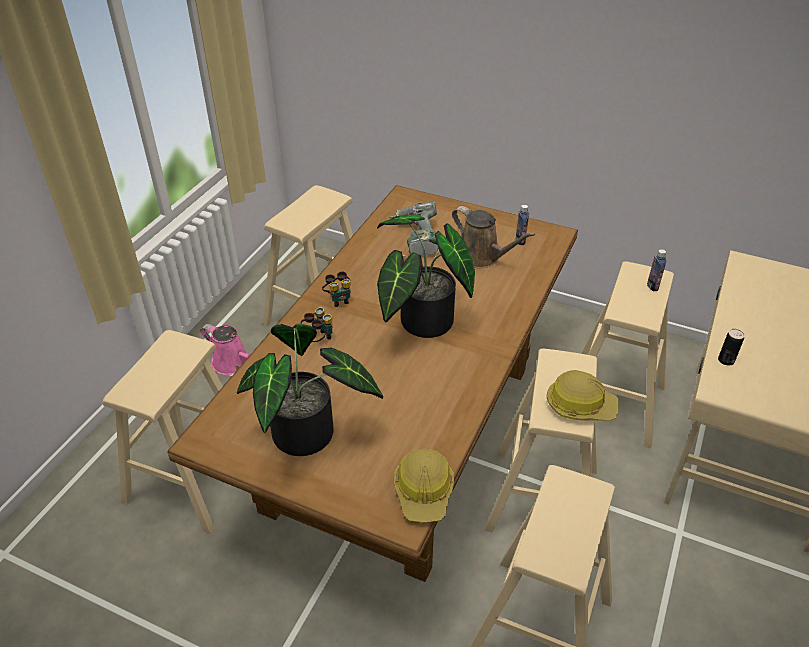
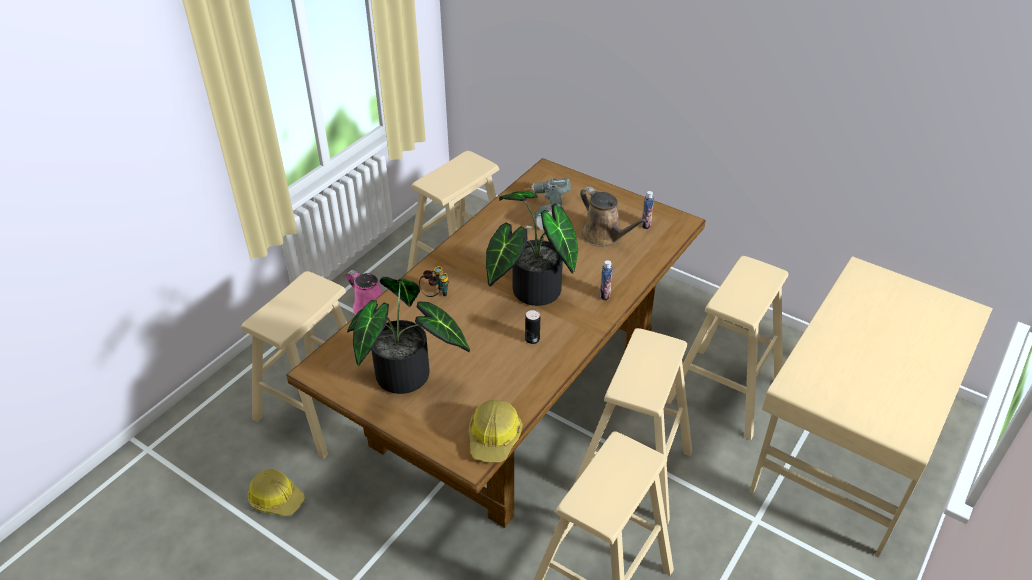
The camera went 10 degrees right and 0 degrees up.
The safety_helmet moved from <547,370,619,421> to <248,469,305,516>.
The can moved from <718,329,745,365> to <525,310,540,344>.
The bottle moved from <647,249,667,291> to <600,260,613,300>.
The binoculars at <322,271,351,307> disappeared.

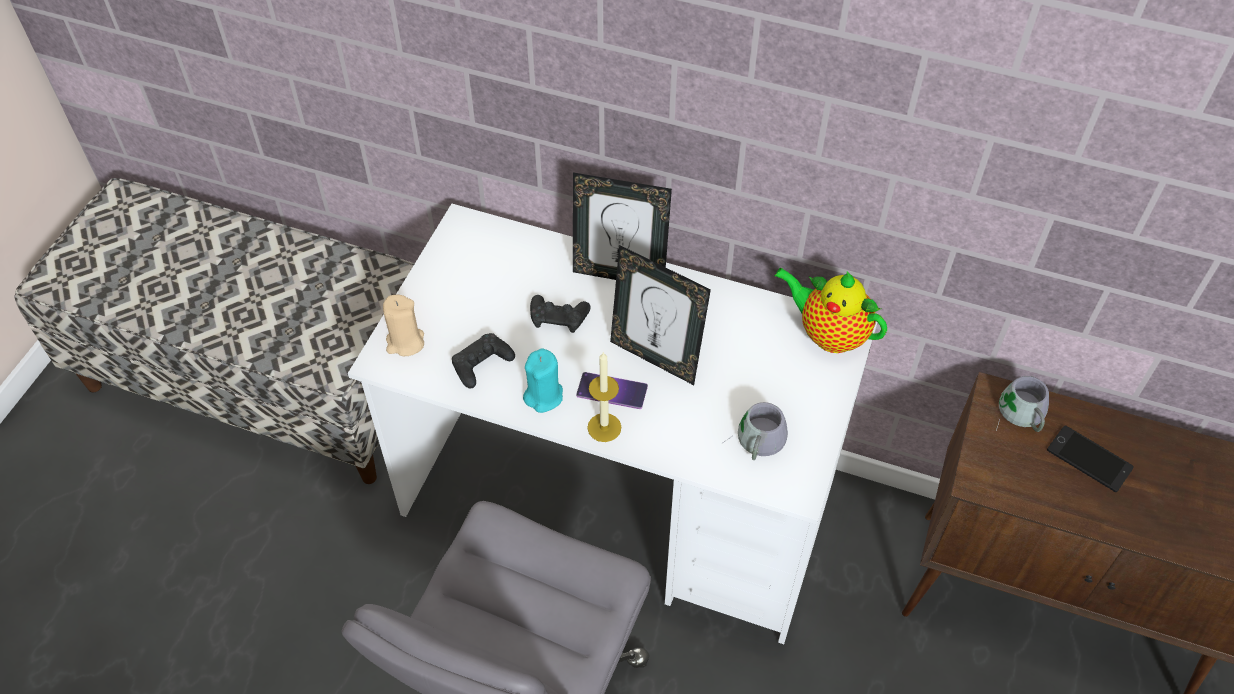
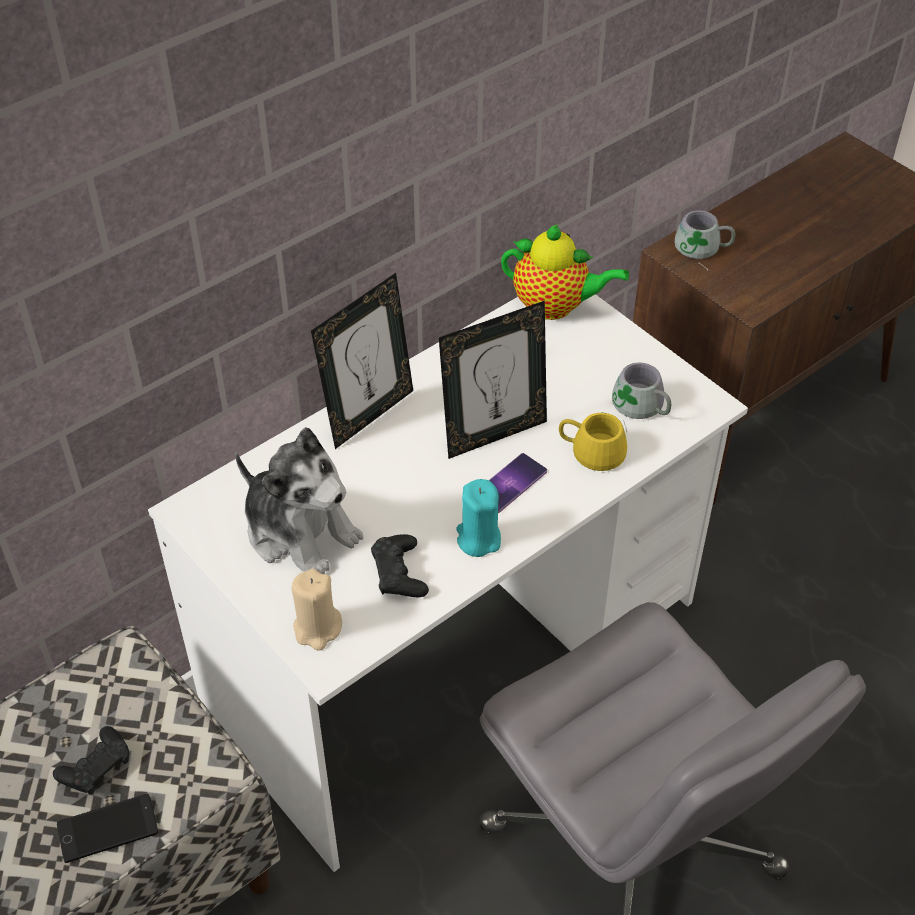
The camera went 60 degrees left and 5 degrees down.
The black_gamepad moved from <530,295,590,333> to <53,726,129,794>.
The telephone moved from <1047,425,1134,492> to <57,794,158,863>.
The soft_toy at <235,427,363,574> appeared.
The tea_pot at <774,267,887,353> turned 135 degrees counterclockwise.
The yellowish_mug at <559,413,627,471> appeared.
The wax_candle at <587,351,621,442> disappeared.

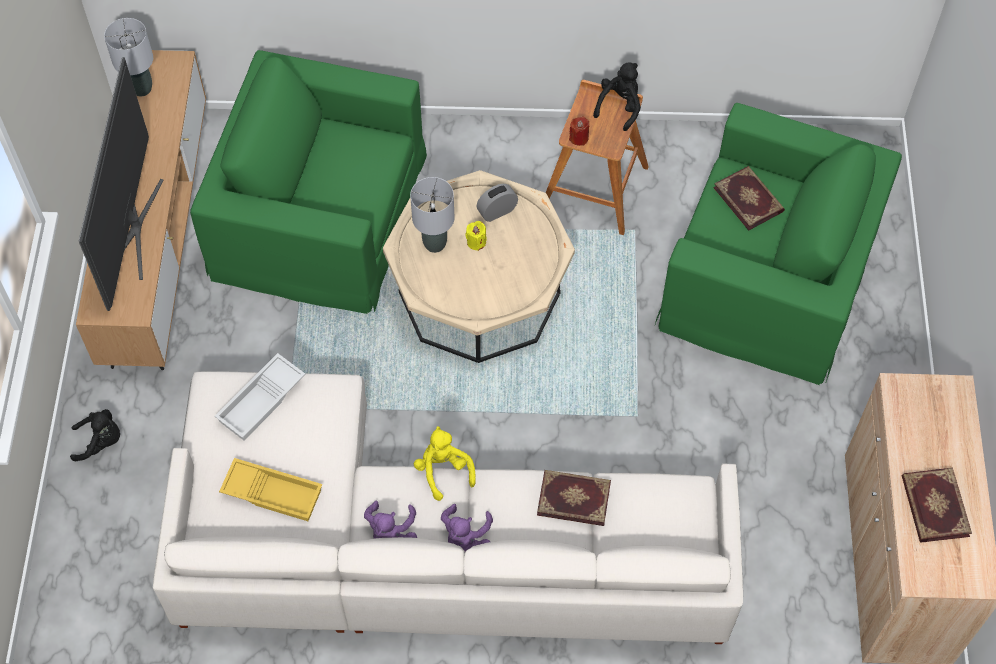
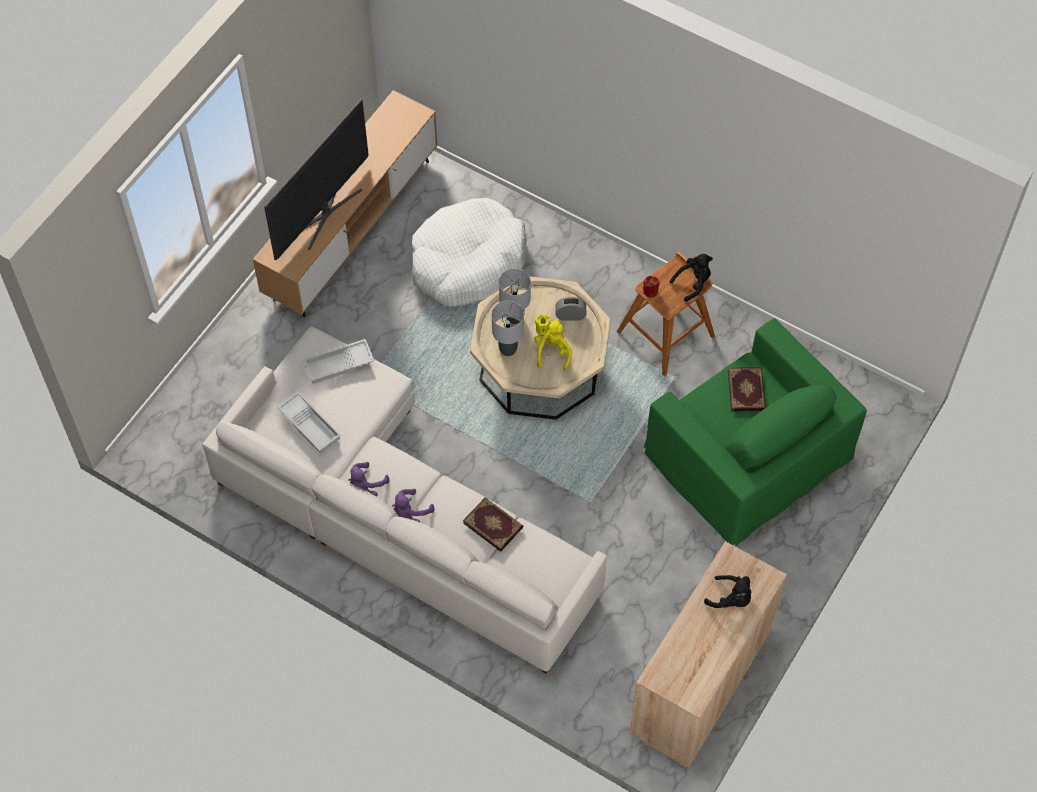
The camera went 30 degrees right and 0 degrees up.
The yellowish_carrying_tray at <219,458,322,521> became the whitish_carrying_tray at <277,391,341,454>.
The greenish_armchair at <190,50,427,314> was replaced by the whitish_dog_cushion at <412,198,527,307>.
The greyish_tabletop_lamp moved from <104,18,153,96> to <492,301,524,356>.
The yellowish_soft_toy moved from <414,426,476,501> to <534,319,572,371>.
The black_soft_toy moved from <70,409,120,461> to <704,575,752,608>.
The bound_book at <901,467,972,543> disappeared.

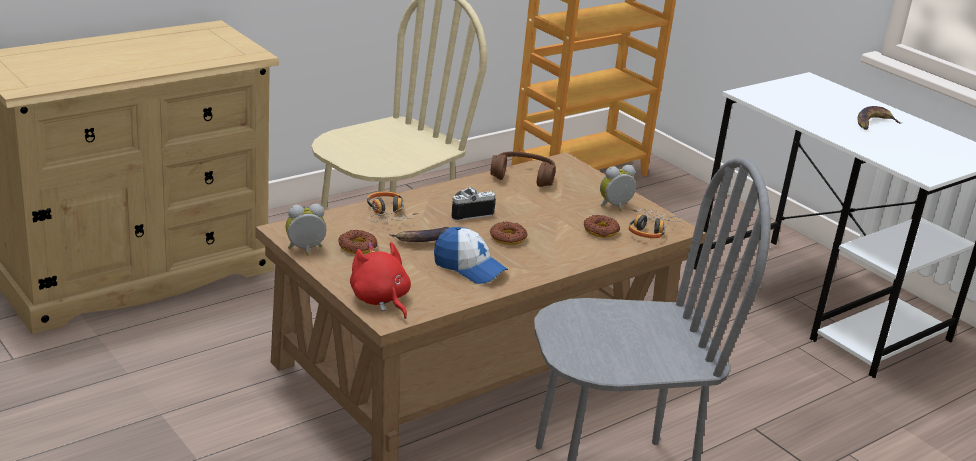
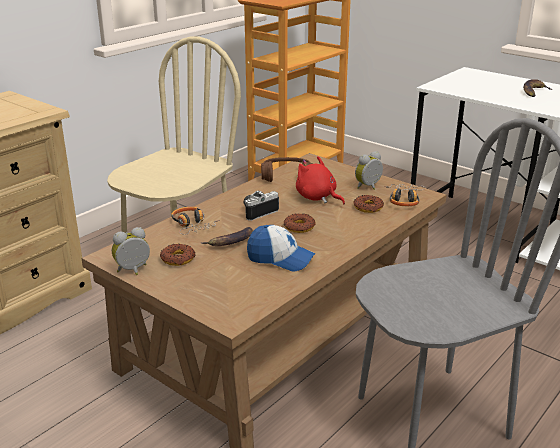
The camera went 10 degrees left and 0 degrees up.
The red_soft_toy moved from <350,242,411,319> to <296,156,345,205>.

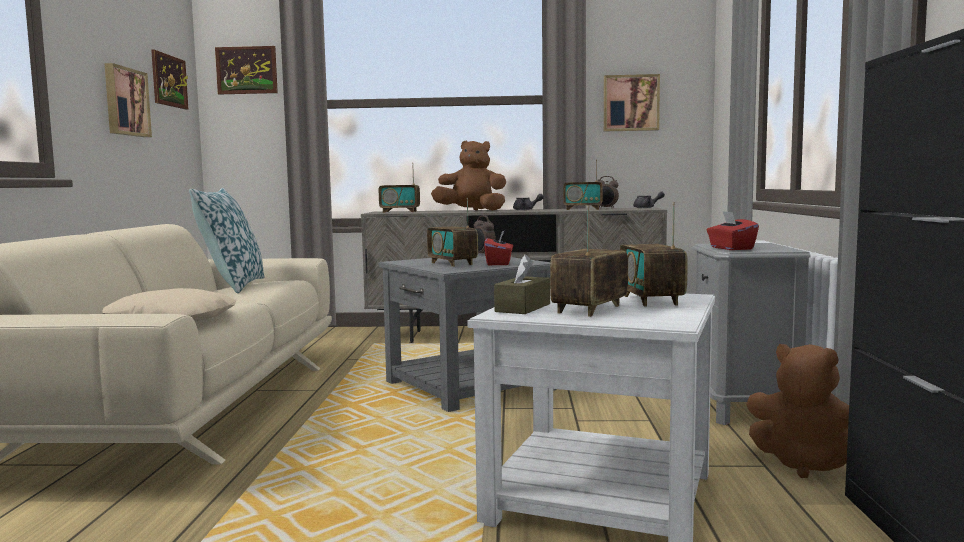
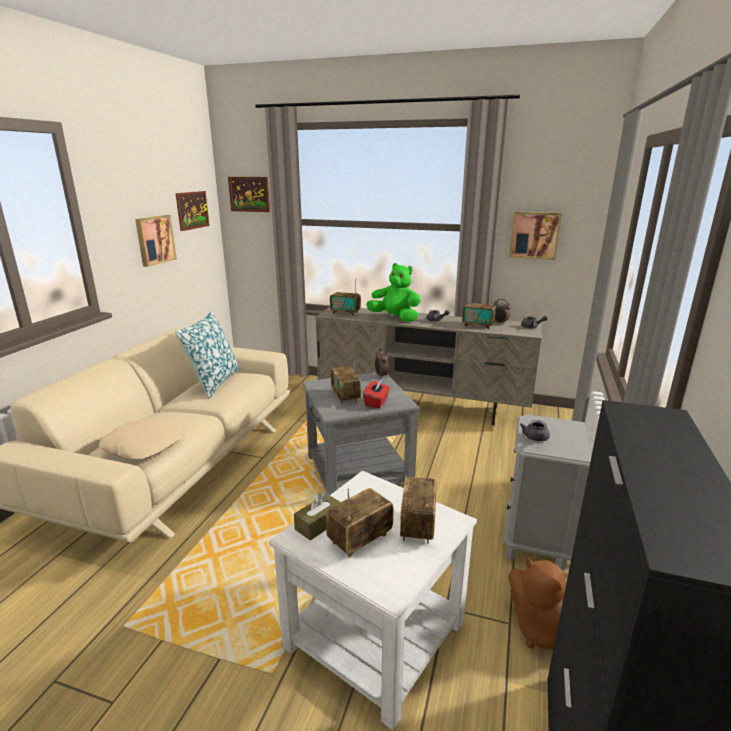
The camera went 15 degrees right and 15 degrees up.
The brown-coloured_soft_toy at <431,140,506,211> became the greenish_soft_toy at <366,263,421,322>.
The red_tissue_holder at <707,211,759,250> was replaced by the greyish_tea_pot at <520,420,550,441>.

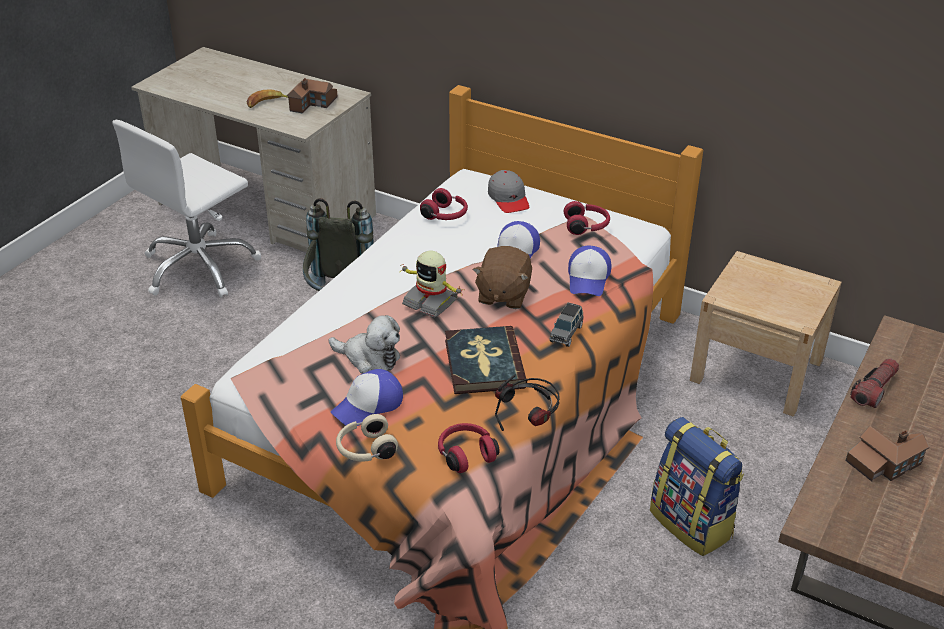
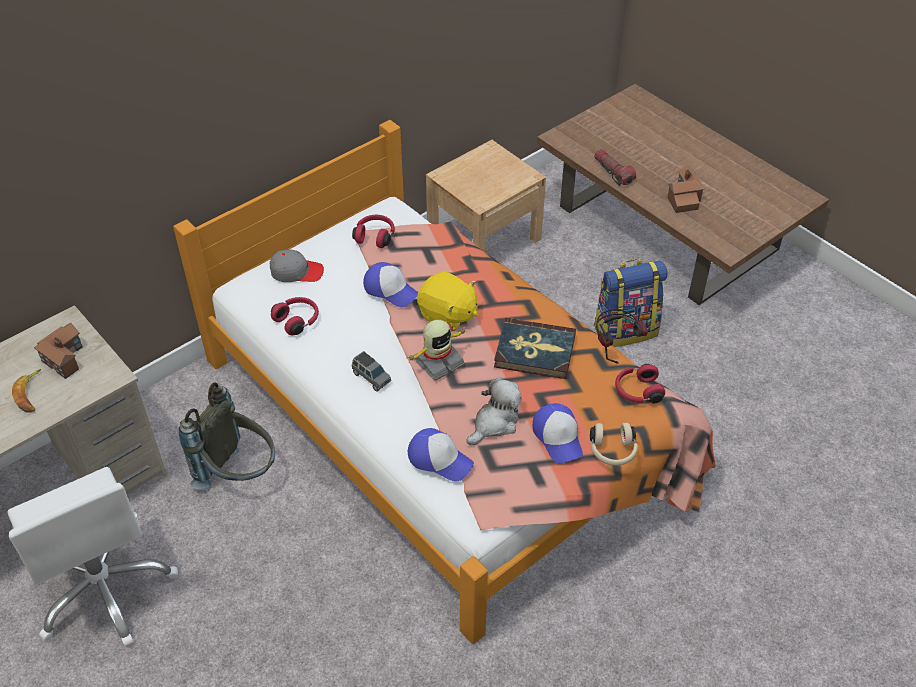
The camera went 70 degrees left and 10 degrees up.
The greyish_toy_car moved from <550,302,583,347> to <352,352,391,392>.
The cap moved from <568,246,612,296> to <408,428,474,481>.
The brown-coloured_soft_toy at <473,246,532,309> became the yellowish_soft_toy at <417,271,478,332>.

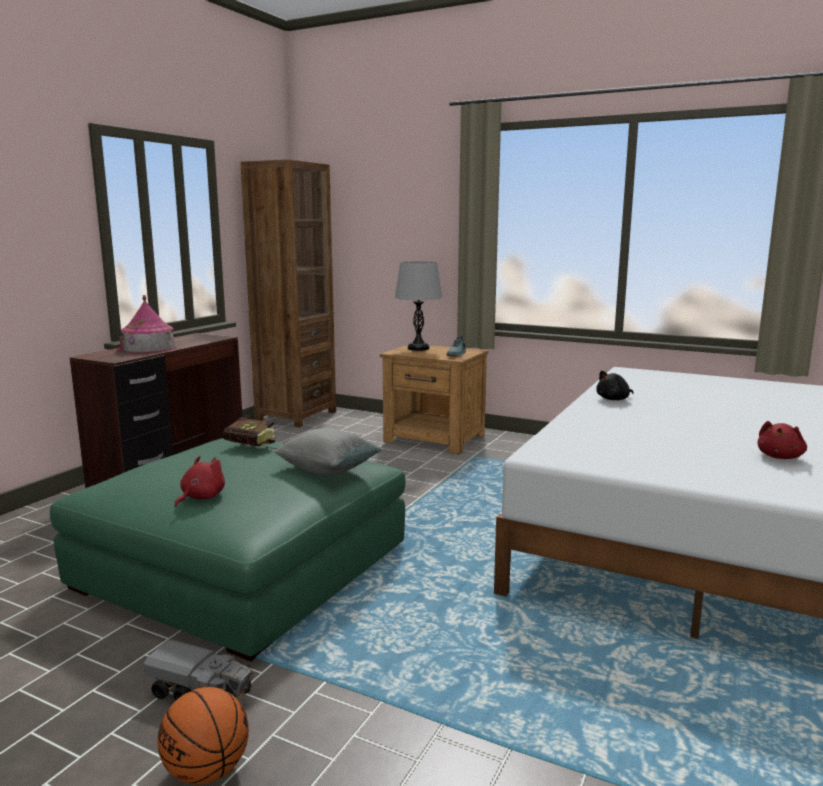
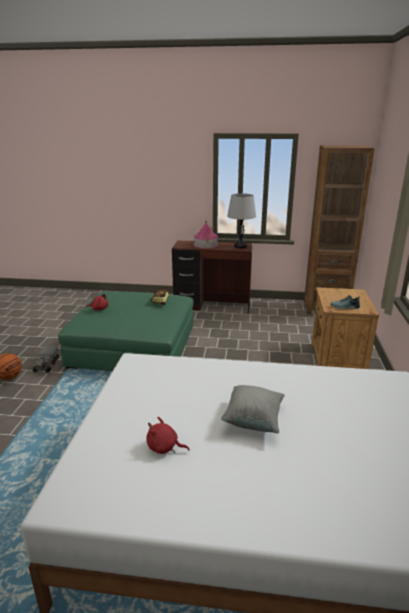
The camera went 70 degrees right and 10 degrees up.
The greyish_cushion moved from <274,428,382,476> to <221,385,285,433>.
The greyish_tabletop_lamp moved from <395,261,443,351> to <227,193,256,248>.
The black_soft_toy at <596,370,634,400> disappeared.

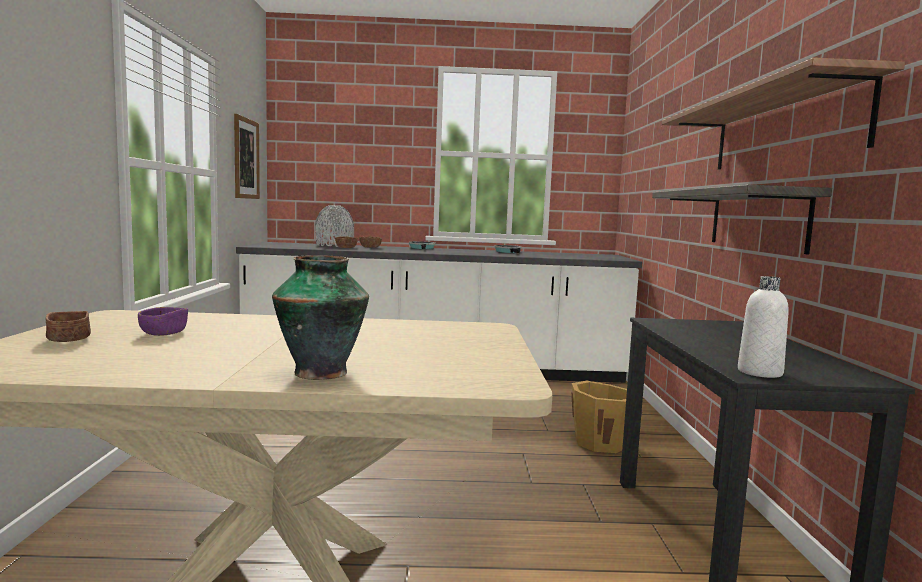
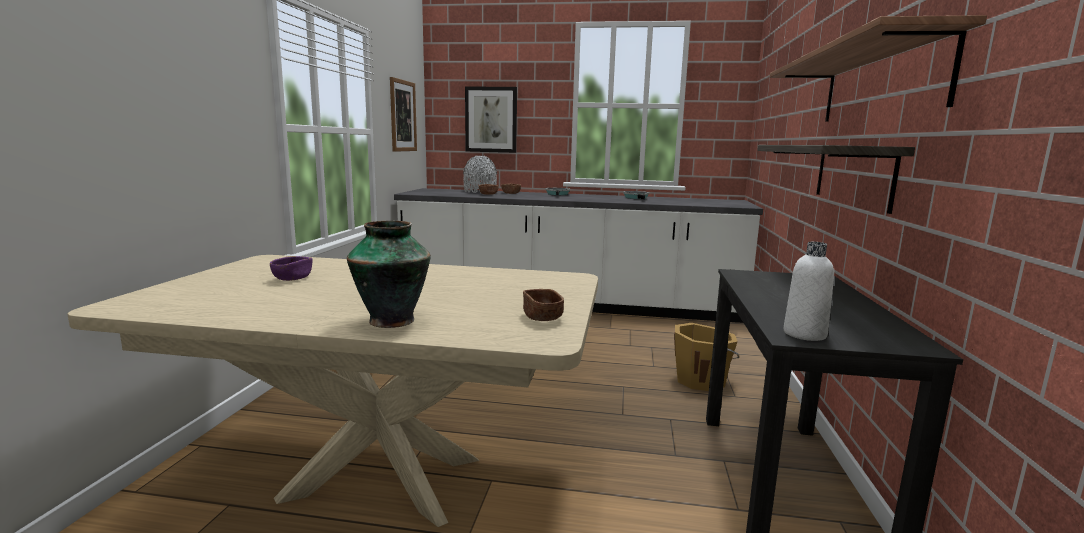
The camera went 10 degrees right and 5 degrees up.
The picture at <465,86,517,153> appeared.
The brown-coloured_serving_bowl moved from <46,311,91,342> to <523,289,564,321>.

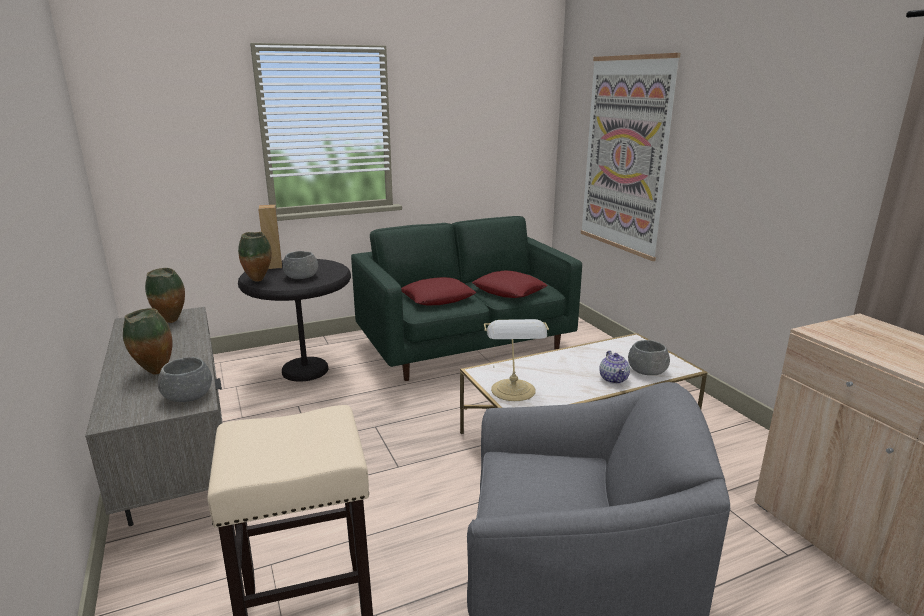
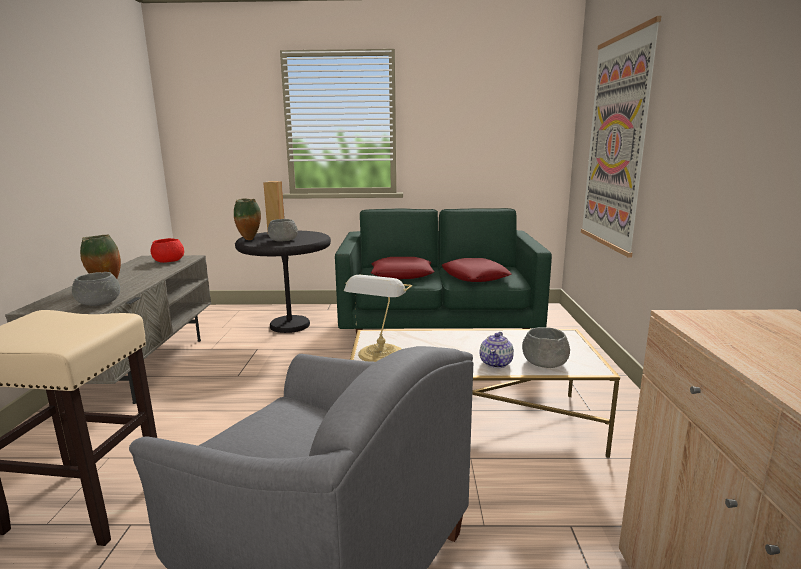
The camera went 25 degrees right and 5 degrees down.
The vase at <145,268,185,323> was replaced by the red_serving_bowl at <150,238,184,263>.

